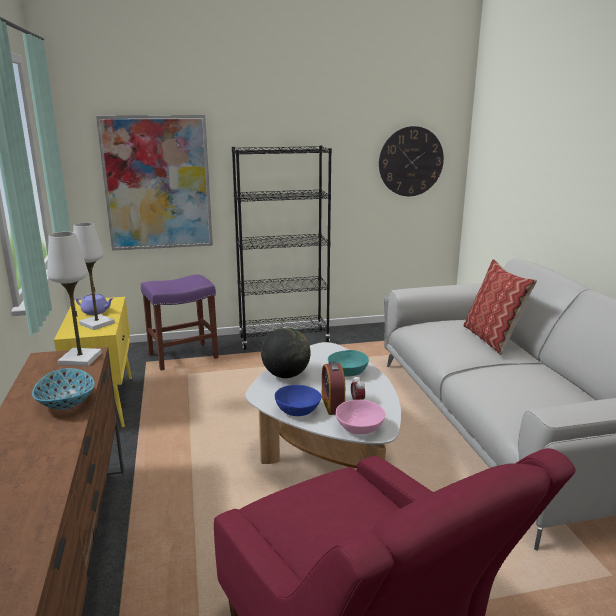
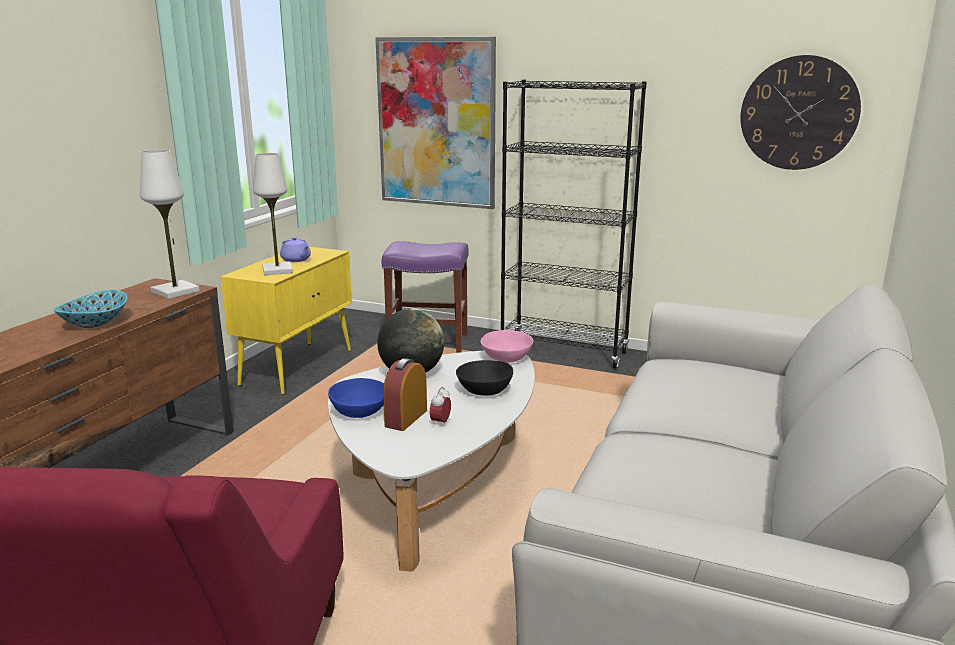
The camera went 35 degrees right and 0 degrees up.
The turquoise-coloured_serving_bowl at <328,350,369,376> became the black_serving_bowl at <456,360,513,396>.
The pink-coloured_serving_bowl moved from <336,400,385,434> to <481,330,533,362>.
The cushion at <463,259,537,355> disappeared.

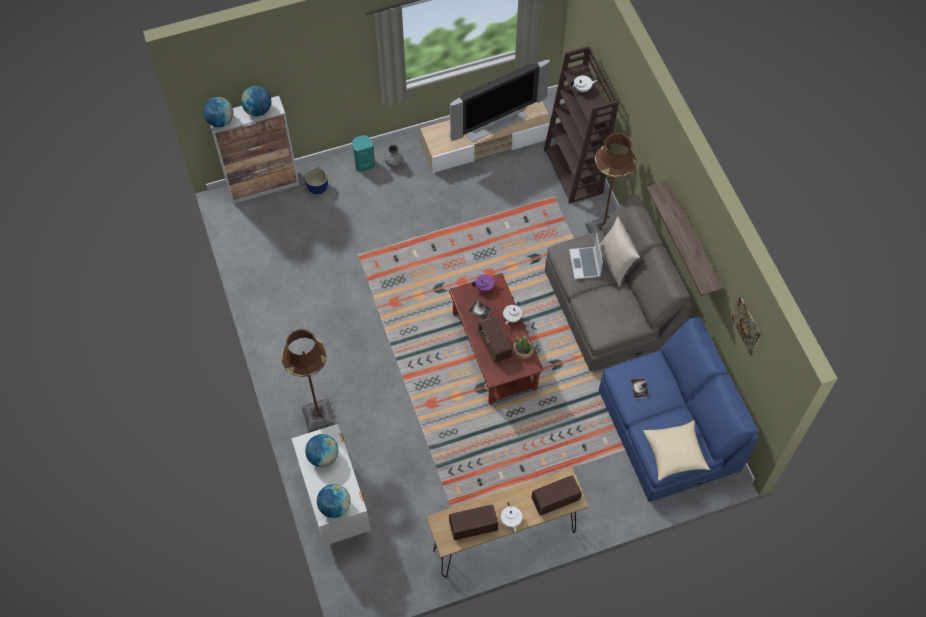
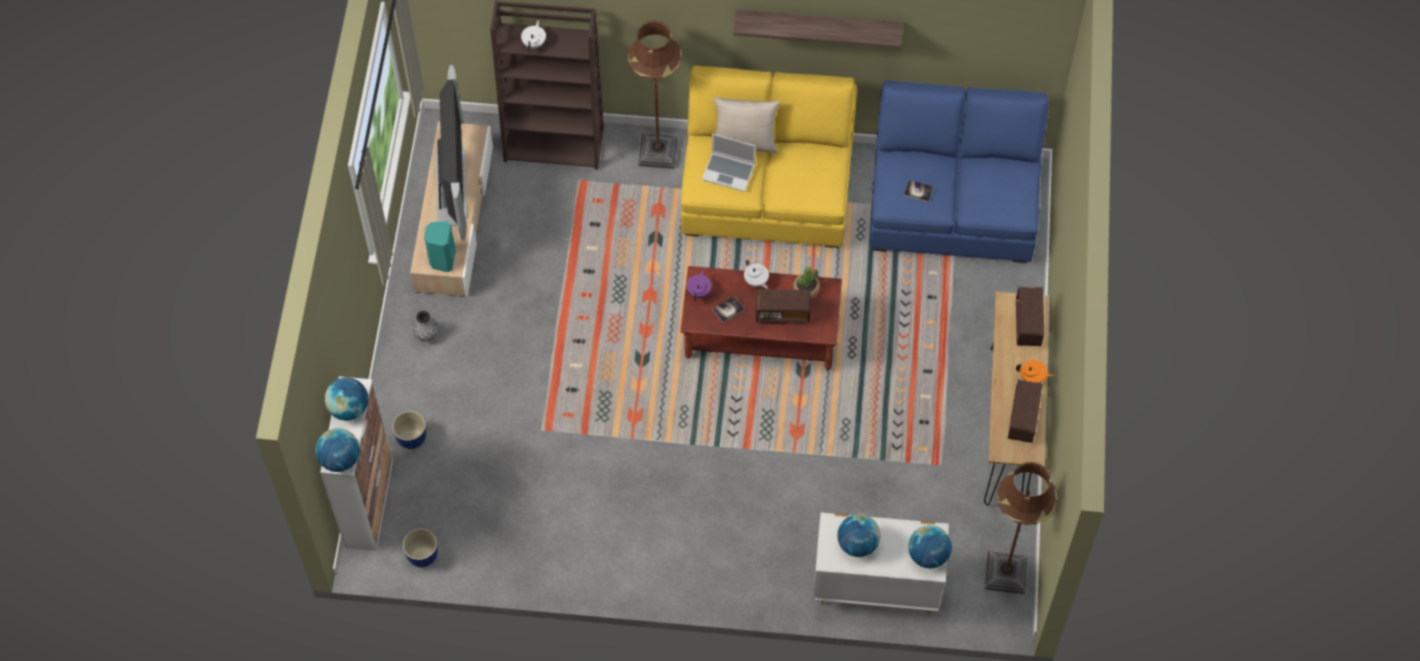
The camera went 65 degrees left and 0 degrees up.
The planter at <403,528,438,567> appeared.
The turquoise-coloured_speaker moved from <352,135,375,172> to <424,221,456,272>.
The greyish_sofa at <545,195,692,371> became the yellowish_sofa at <681,65,857,248>.
The brown-coloured_standing_lamp moved from <282,329,336,433> to <985,462,1057,594>.
The whitish_tea_pot at <501,502,522,532> became the orange-coloured_tea_pot at <1016,360,1054,383>.
The beige-coloured_cushion at <643,420,710,481> disappeared.
The picture at <731,296,761,356> disappeared.

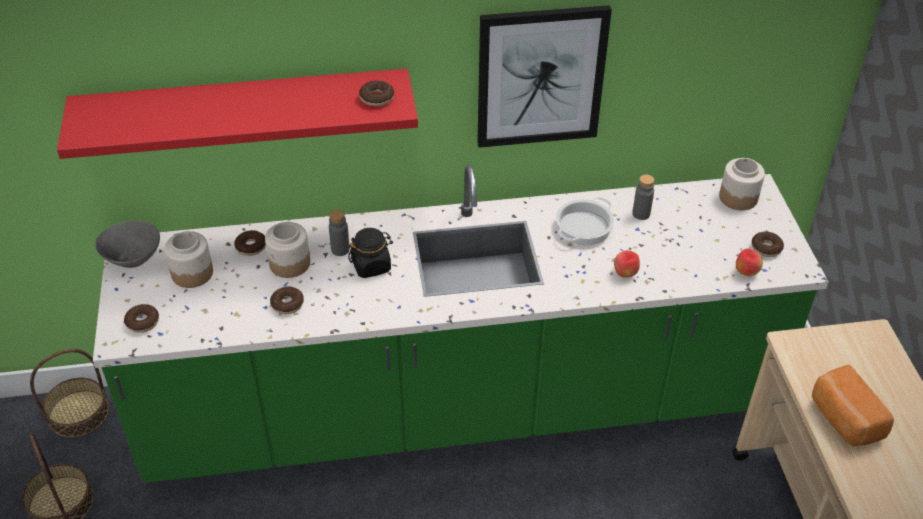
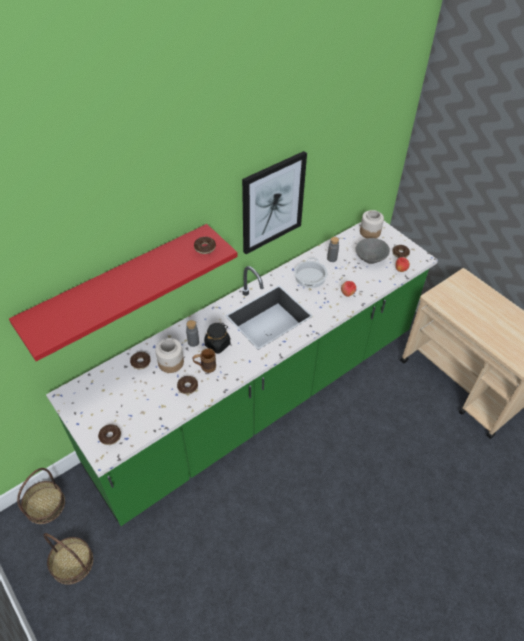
The camera went 30 degrees left and 5 degrees up.
The brown-coloured_mug at <192,348,216,373> appeared.
The greyish_serving_bowl moved from <95,220,160,268> to <356,238,390,264>.
The jar at <164,231,213,288> disappeared.
The bread at <812,365,894,446> disappeared.

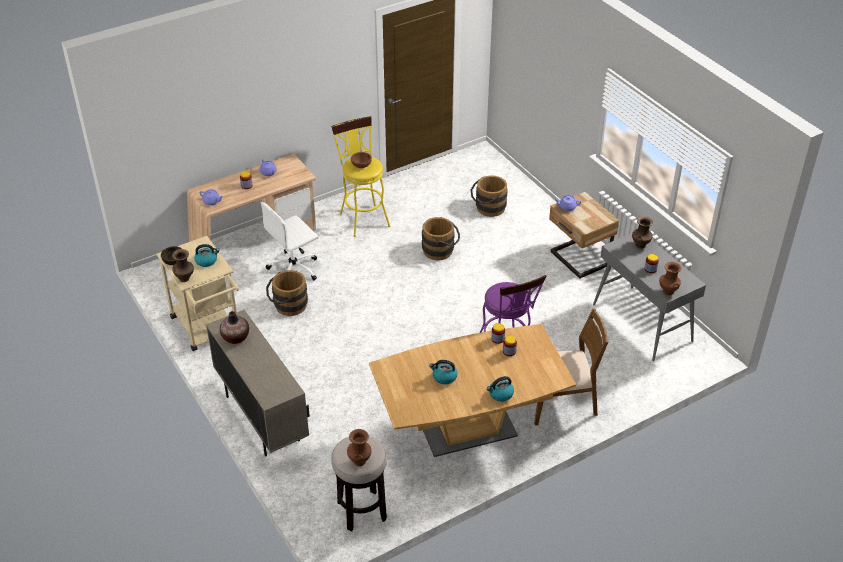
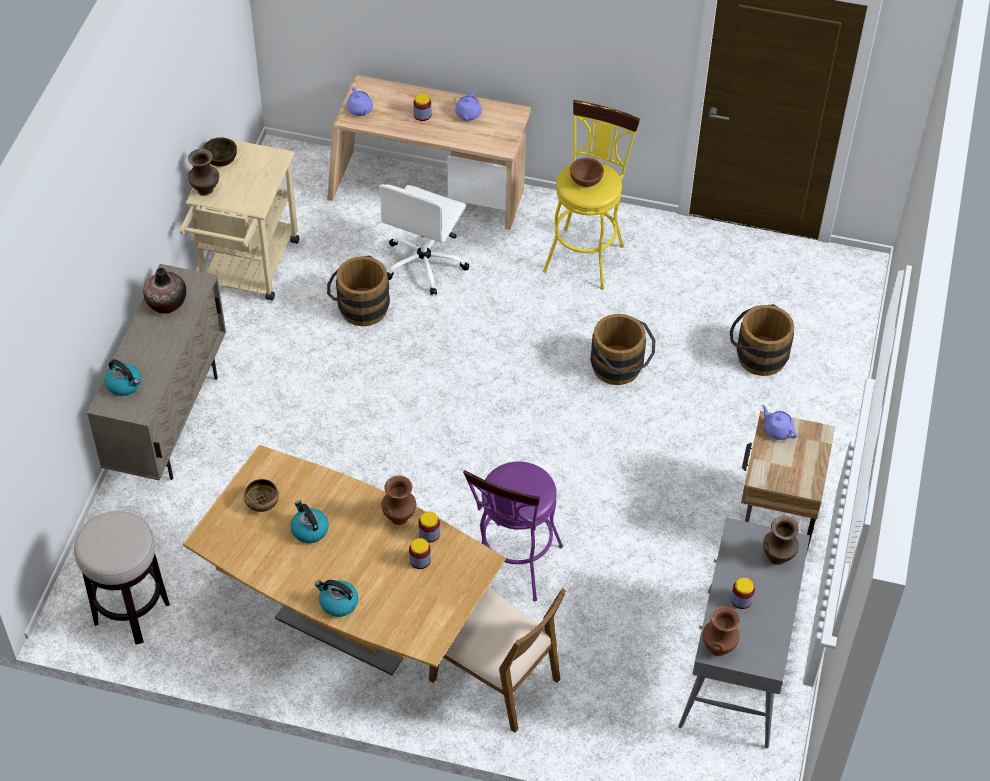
The camera went 45 degrees right and 10 degrees up.
The kettle moved from <194,244,220,267> to <104,359,141,396>.
The serving_bowl at <244,479,279,512> appeared.
The whitish_computer_chair at <261,202,319,281> turned 75 degrees counterclockwise.
The brown-coloured_vase moved from <347,429,372,466> to <381,476,416,525>.

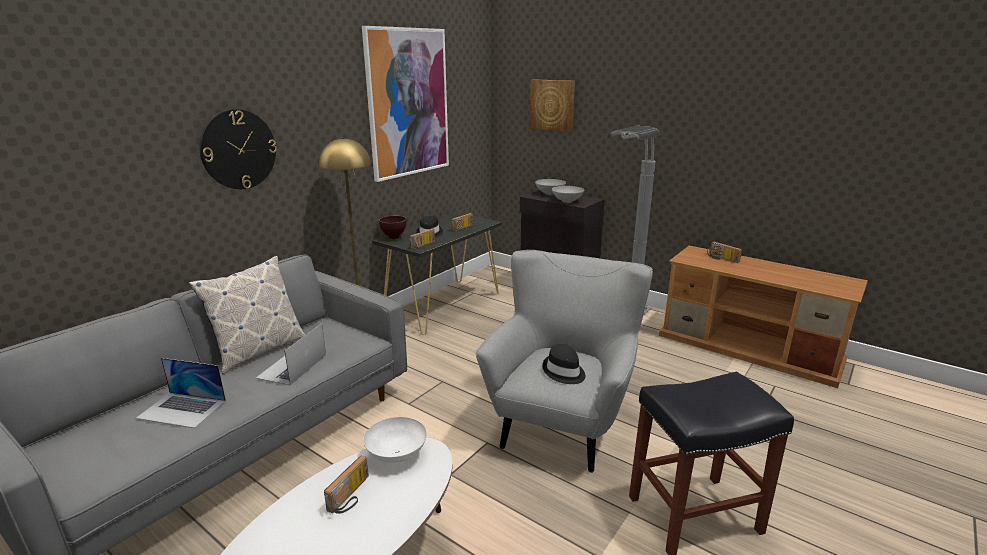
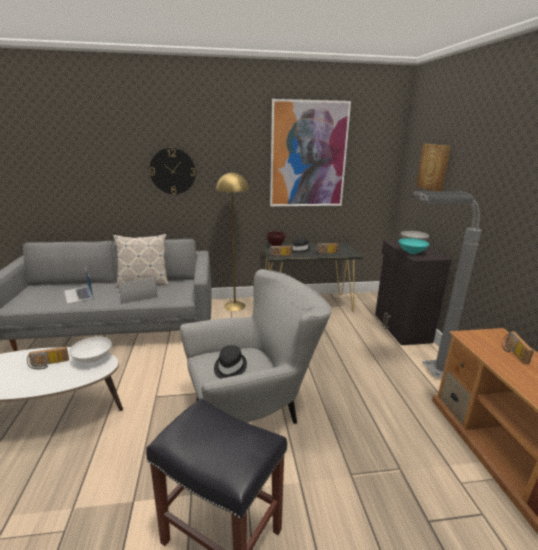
The camera went 45 degrees right and 0 degrees up.
The greyish_serving_bowl at <552,186,584,203> became the turquoise-coloured_serving_bowl at <399,238,430,254>.

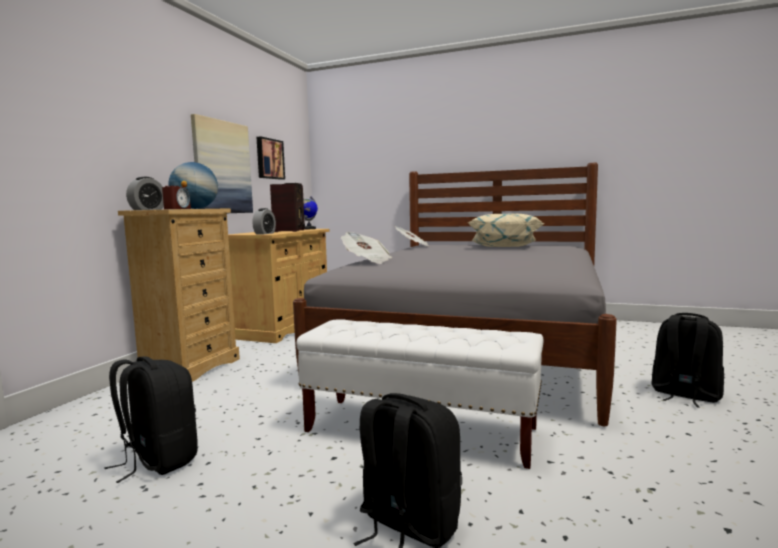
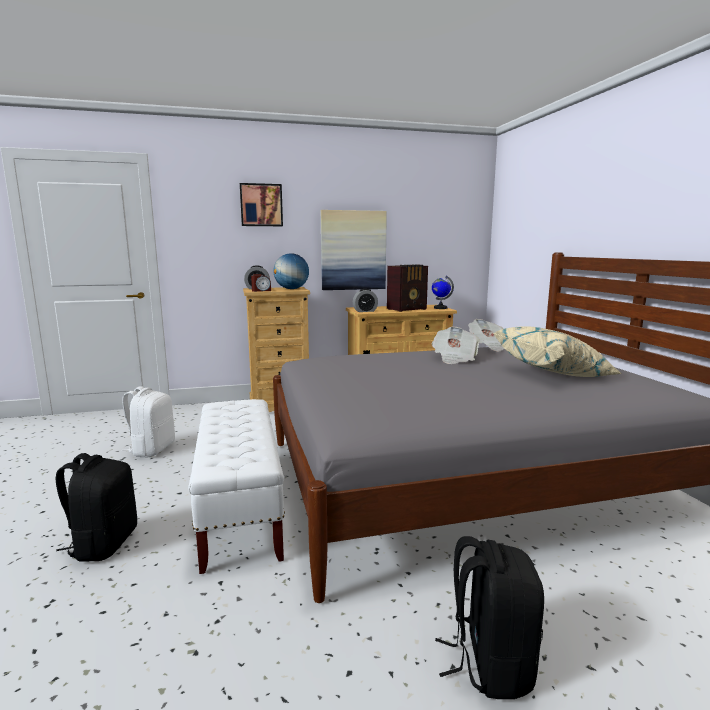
The camera went 55 degrees right and 5 degrees up.
The black_backpack at <104,356,198,483> became the whitish_backpack at <121,386,175,457>.
The picture moved from <256,136,285,180> to <240,183,283,226>.
The newspaper moved from <341,232,392,264> to <431,327,480,364>.

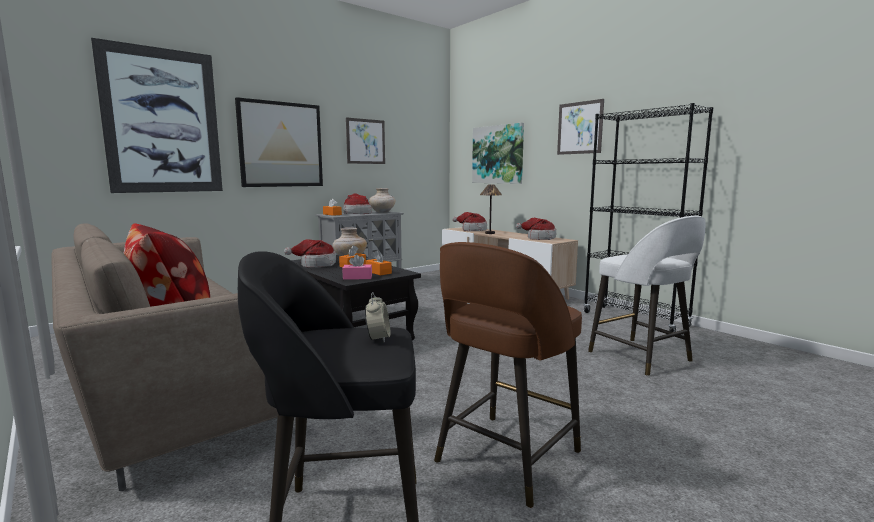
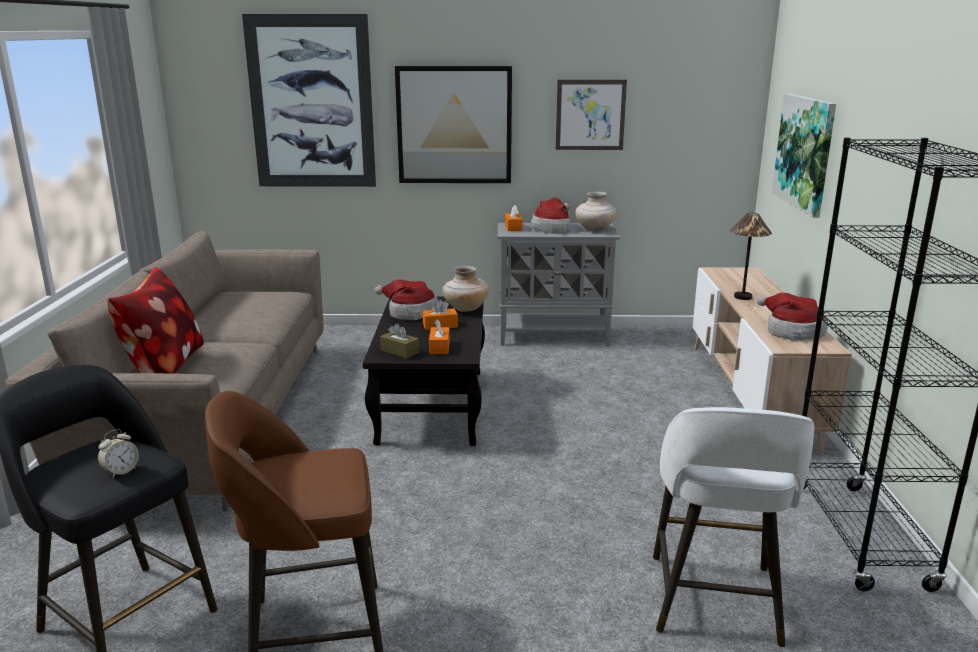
The camera went 40 degrees right and 10 degrees up.
The pink-coloured_tissue_holder at <342,255,372,280> became the brown-coloured_tissue_holder at <380,323,419,358>.
The wearable_hat at <452,212,487,231> disappeared.
The picture at <557,99,604,155> disappeared.

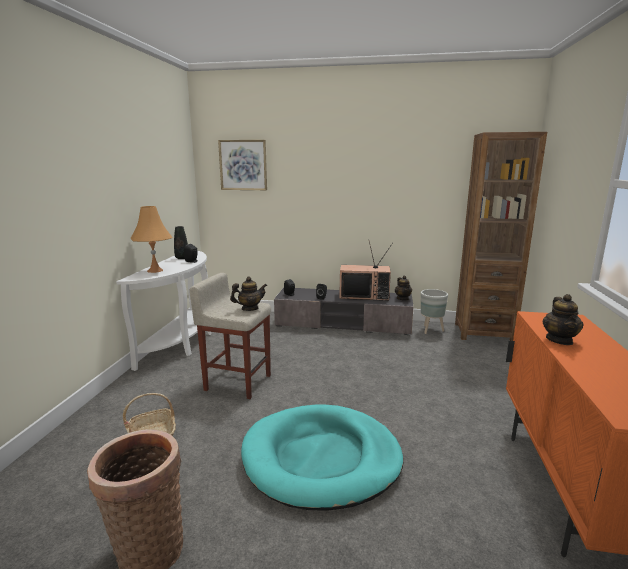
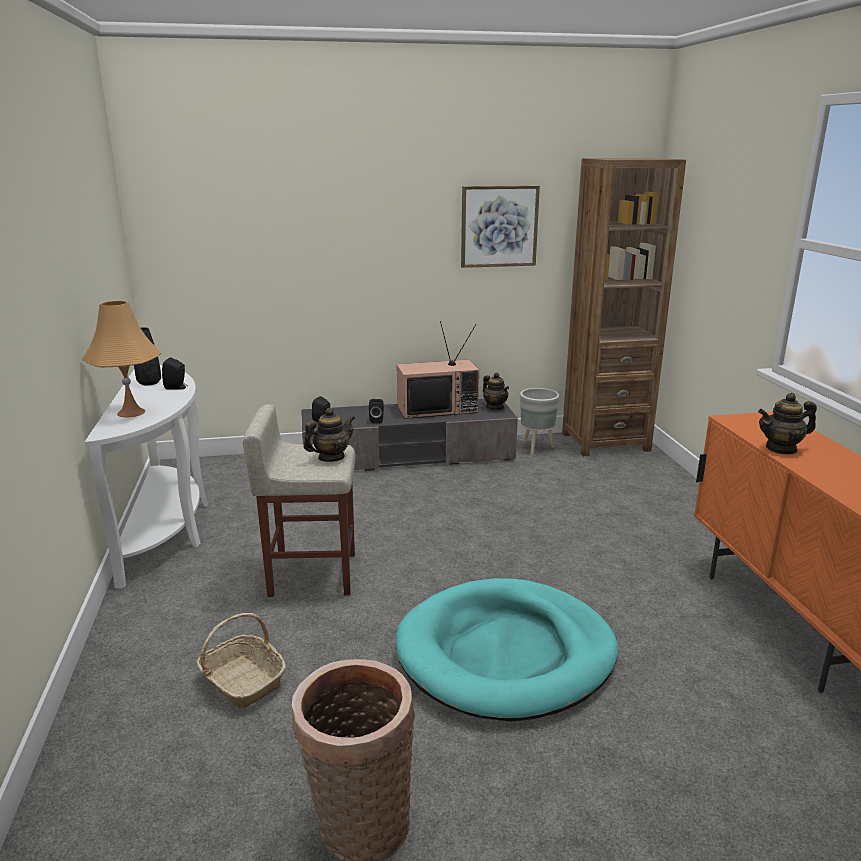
The camera went 20 degrees left and 5 degrees up.
The picture moved from <218,140,267,190> to <461,185,540,268>.
The tea_pot at <542,294,583,345> turned 90 degrees clockwise.

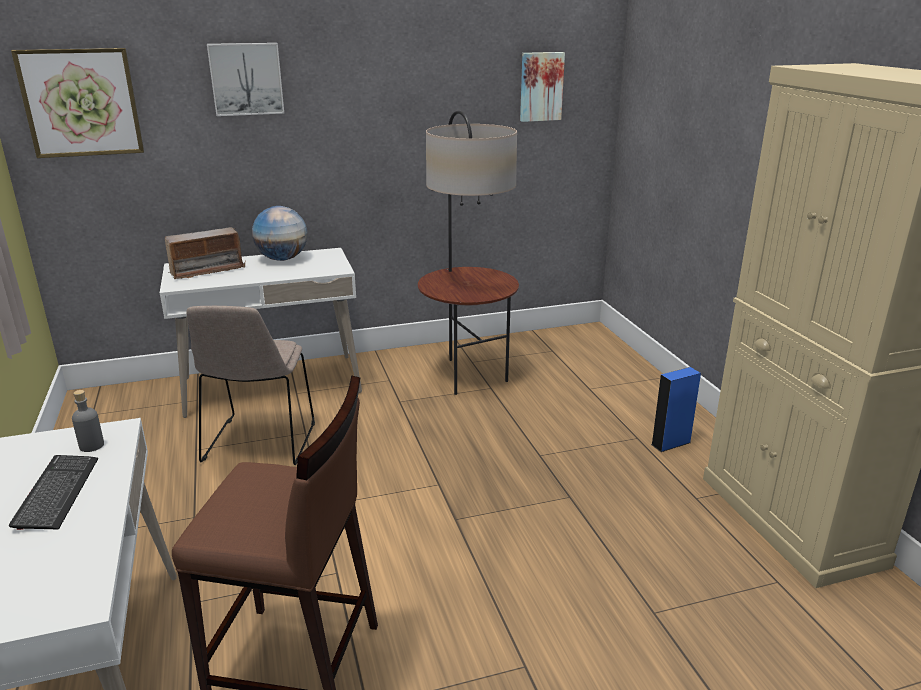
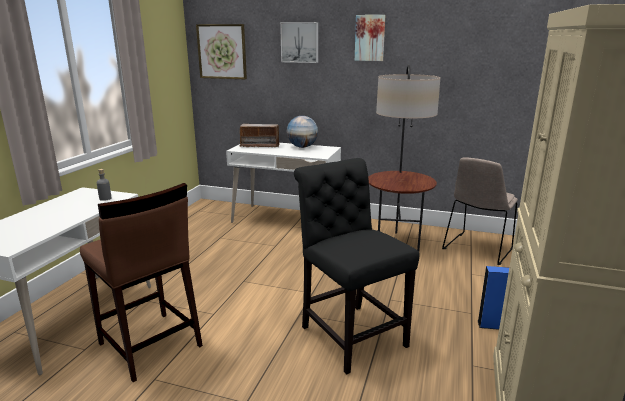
The camera went 35 degrees right and 5 degrees down.
The black_chair at <294,158,420,374> appeared.
The picture moved from <520,52,565,122> to <355,15,385,61>.
The beige-coloured_chair moved from <187,306,315,465> to <442,158,518,265>.
The computer_keyboard at <9,455,98,530> disappeared.

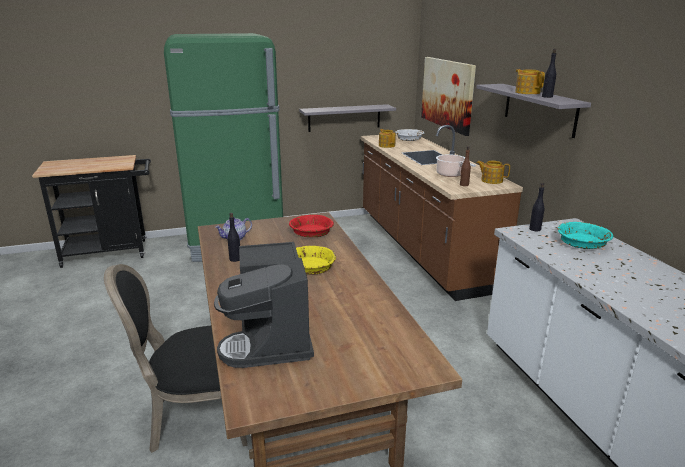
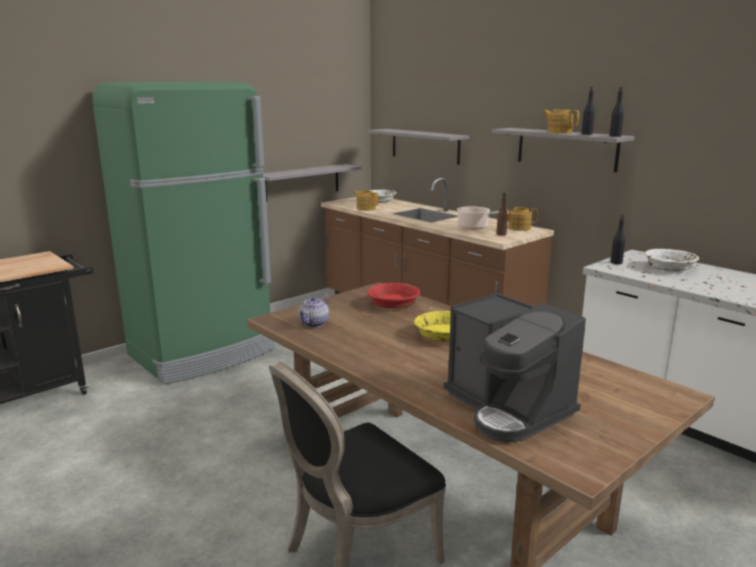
The camera went 25 degrees left and 5 degrees down.
The picture at <421,57,476,136> was replaced by the greyish_shelf at <368,129,469,165>.
The black_bottle moved from <228,213,240,262> to <610,87,624,137>.
The turquoise-coloured_serving_bowl at <558,222,613,249> became the whitish_serving_bowl at <644,249,699,271>.

